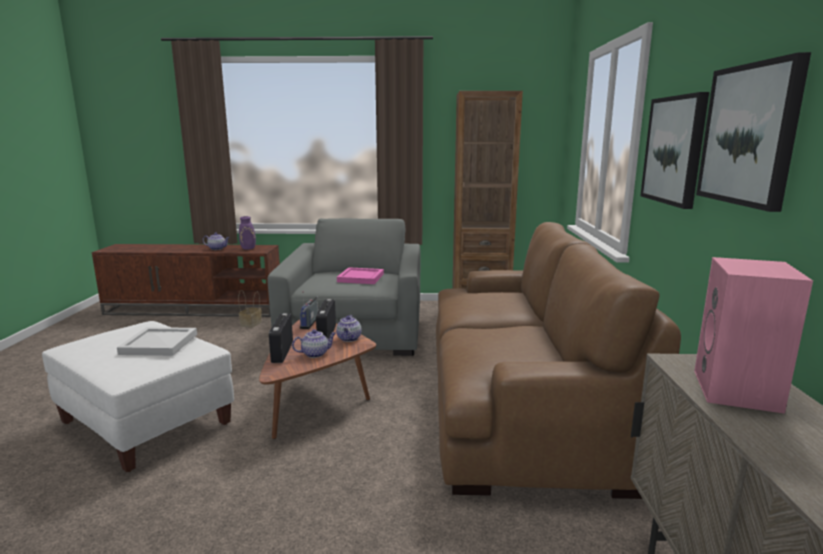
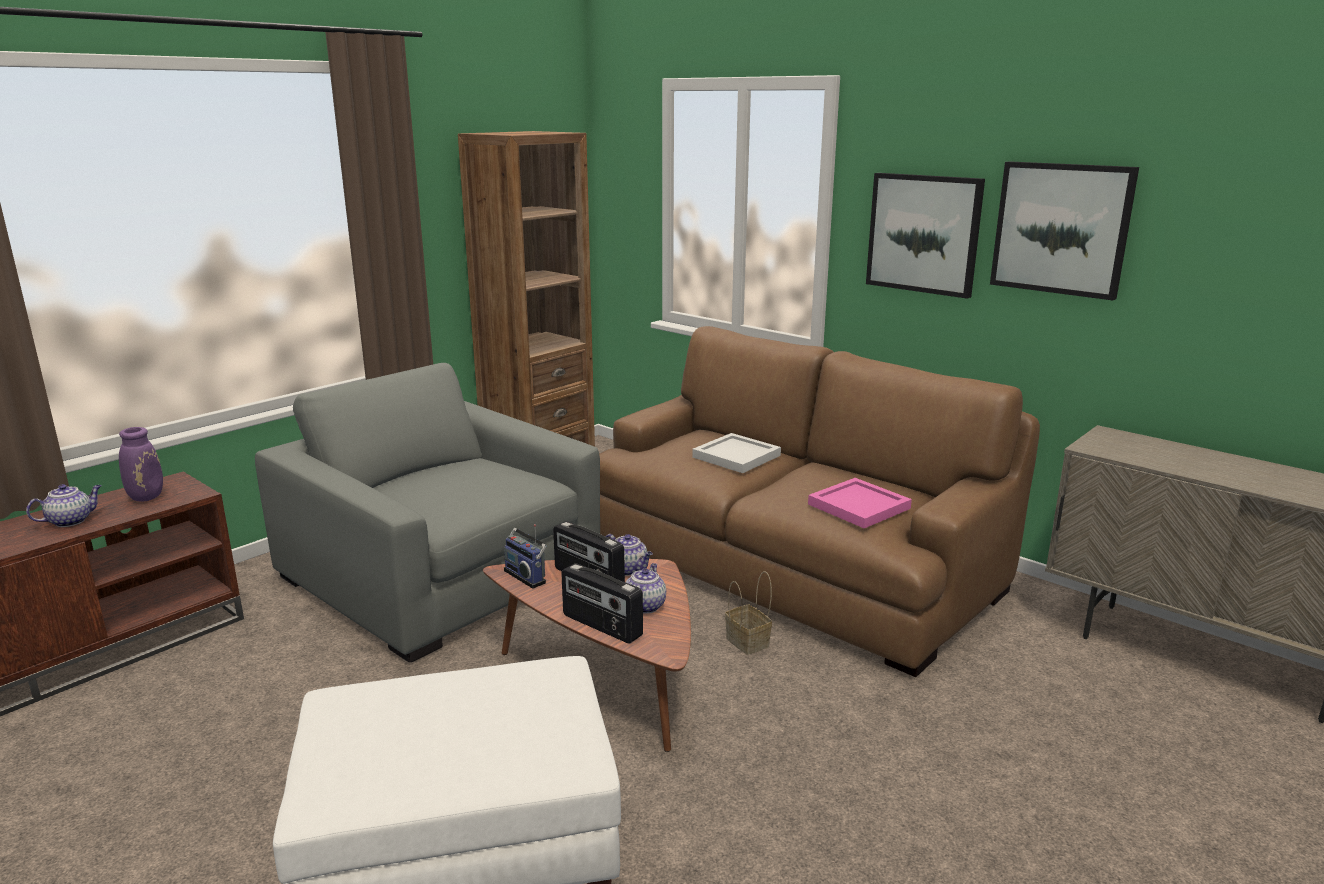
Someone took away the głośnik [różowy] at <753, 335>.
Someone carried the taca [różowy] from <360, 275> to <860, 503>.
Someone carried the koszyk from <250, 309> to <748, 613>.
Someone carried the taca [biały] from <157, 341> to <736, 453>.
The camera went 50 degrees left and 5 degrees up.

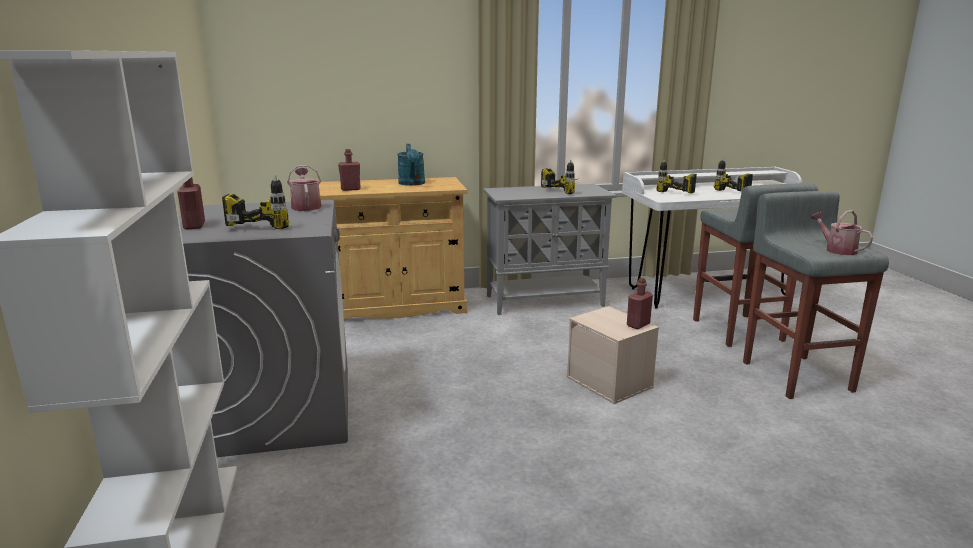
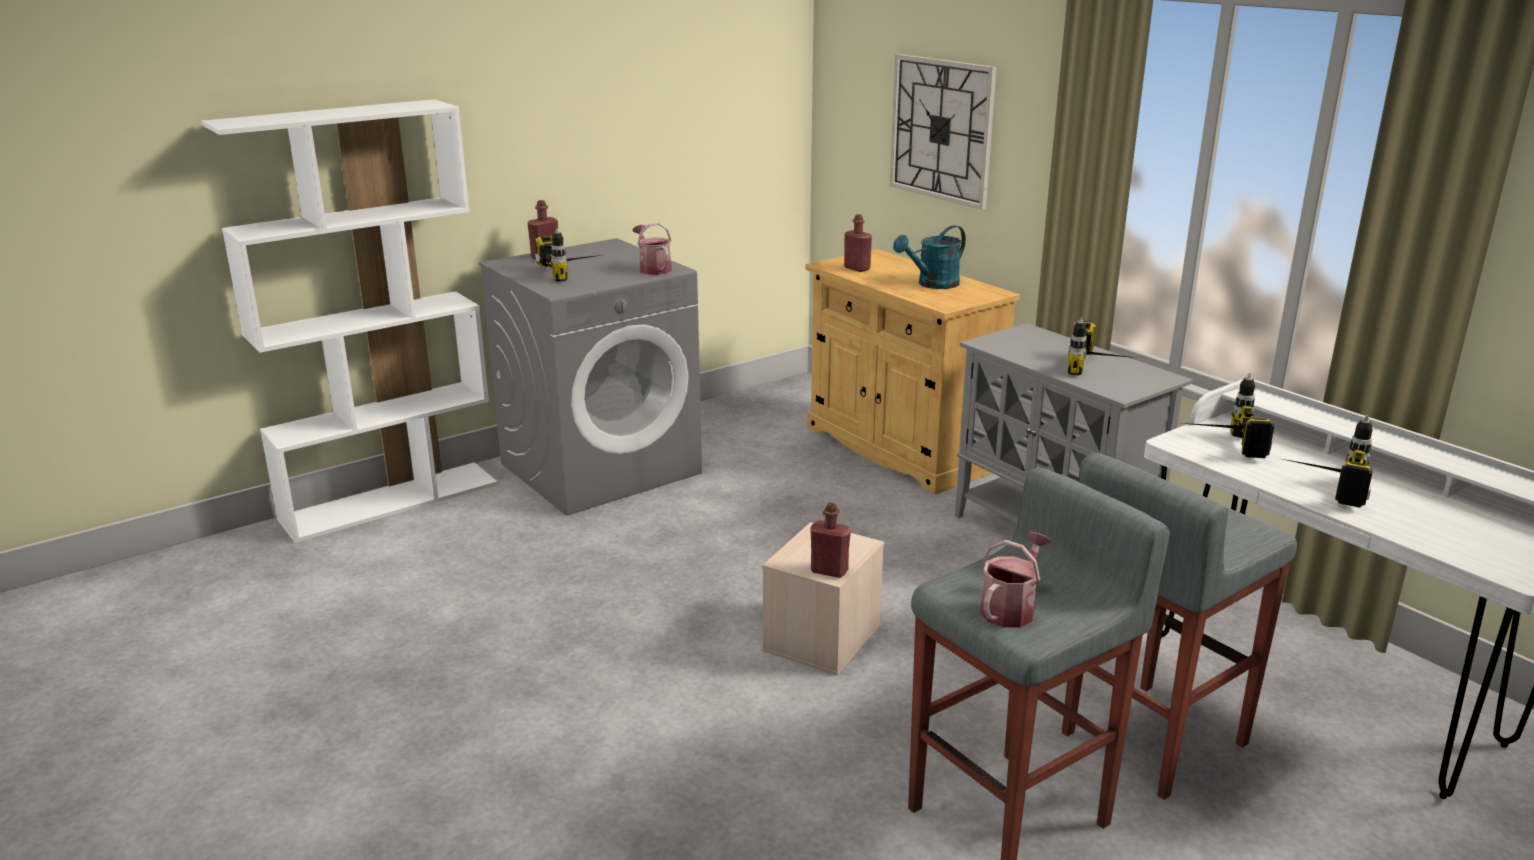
Someone rotated the konewka at <304, 188> by 75 degrees counterclockwise.
Someone put up the zegar ścienny at <943, 132>.
The camera went 65 degrees right and 5 degrees up.

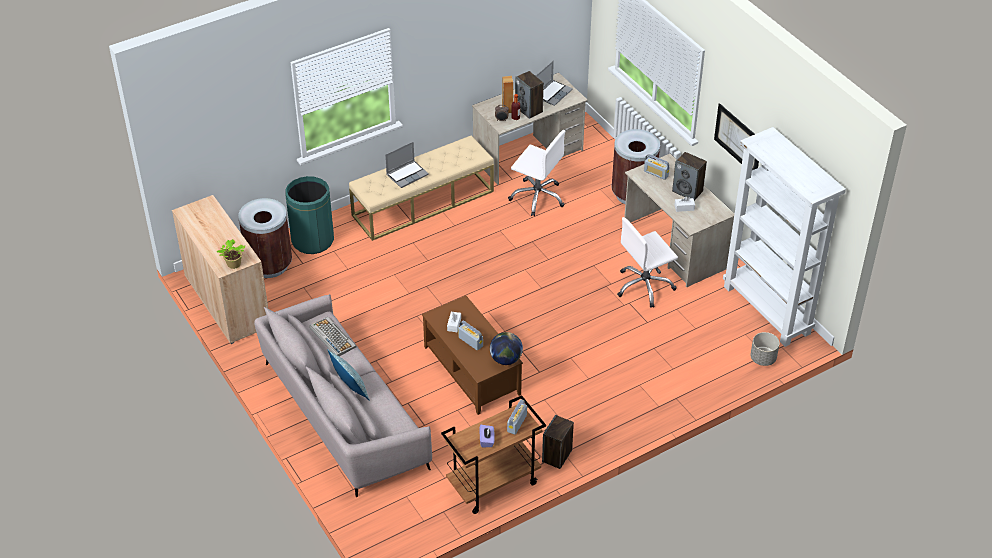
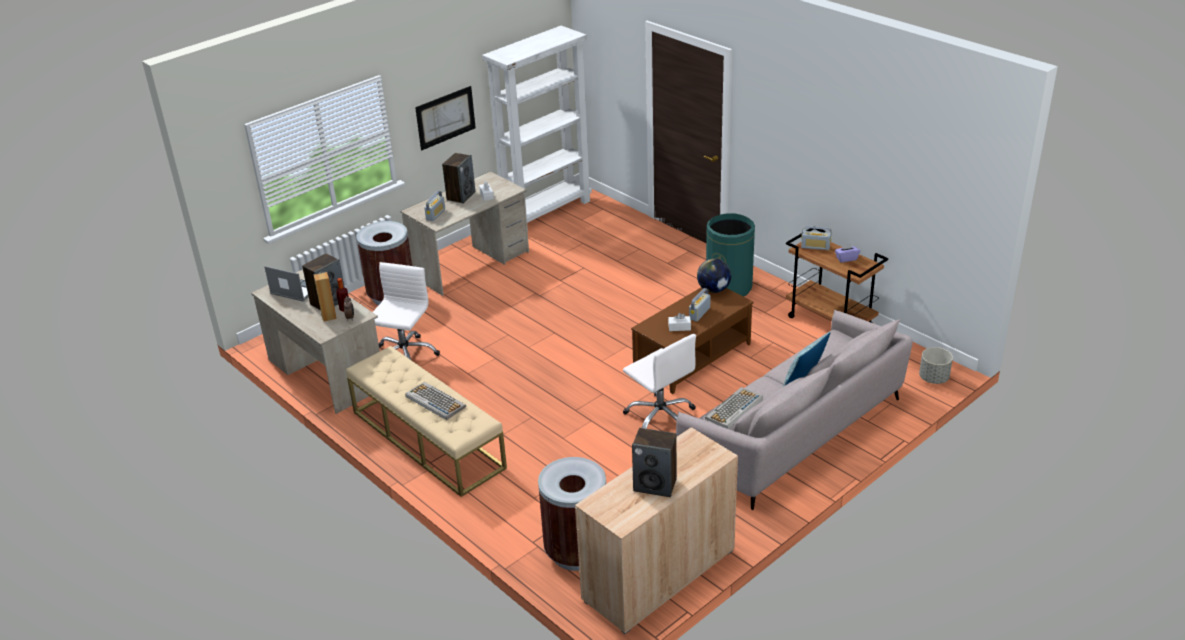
Someone swapped the laptop at <407, 165> for the klawiatura at <435, 401>.
Someone carried the kosz na śmieci [zielony] from <309, 215> to <730, 254>.
Someone carried the krzesło biurowe [biały] from <647, 262> to <659, 381>.
Someone took away the roślina doniczkowa at <231, 254>.
Someone carried the donica [szary] from <765, 349> to <936, 365>.
Someone carried the głośnik from <558, 442> to <654, 462>.
The camera went 100 degrees left and 10 degrees down.

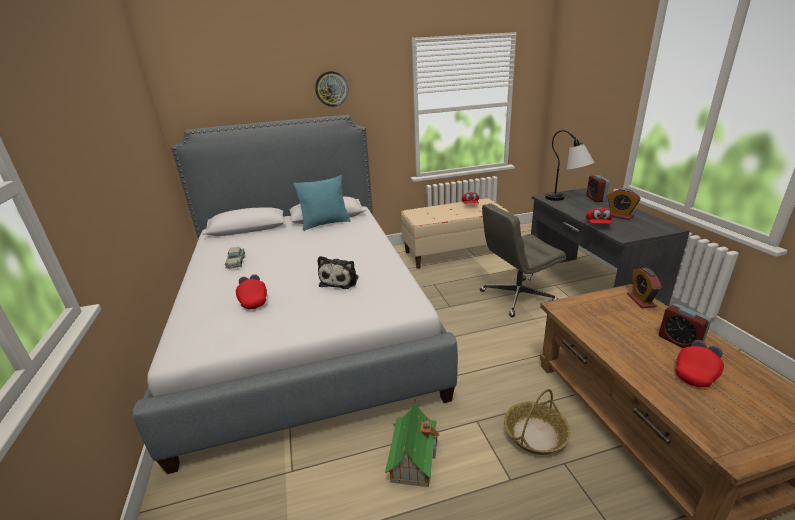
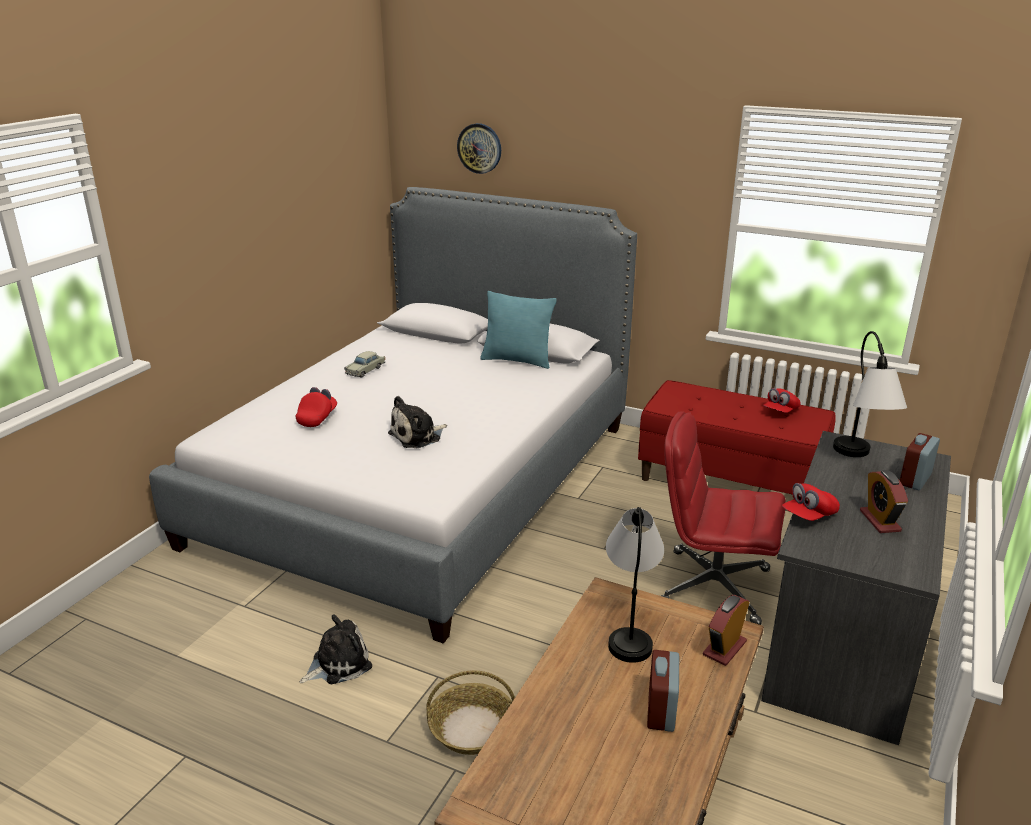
Someone carried the zegar ścienny from <331, 89> to <479, 148>.
Someone repainted the ławka [beżowy] at <455, 233>, which became the ławka [czerwony] at <737, 437>.
Someone repainted the krzesło biurowe [szary] at <523, 260>, which became the krzesło biurowe [czerwony] at <723, 518>.
Someone took away the czapka z daszkiem [czerwony] at <700, 363>.
Someone swapped the domek at <412, 443> for the pluszak at <336, 649>.
Someone put down the lampa stołowa at <635, 585>.
The camera went 40 degrees right and 0 degrees up.

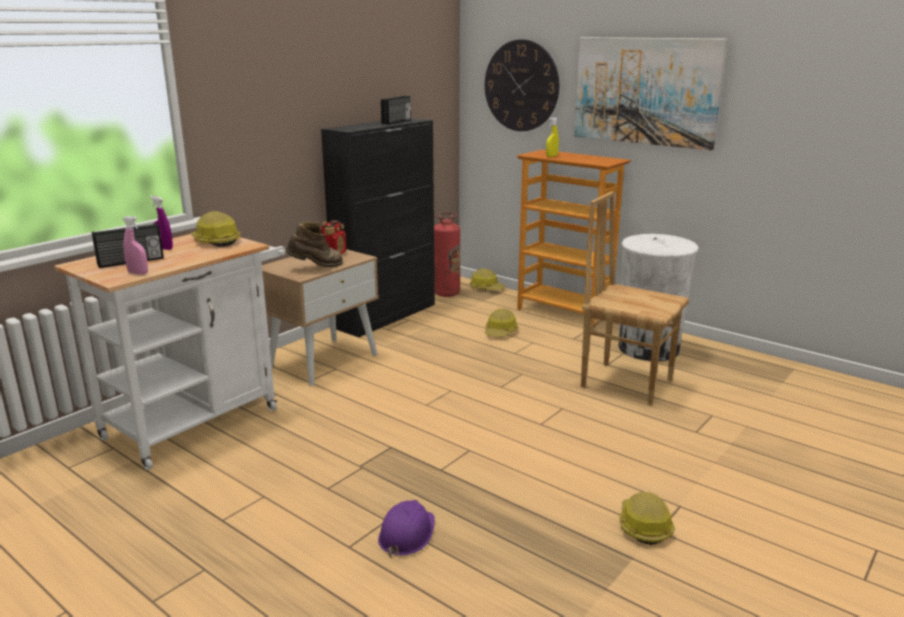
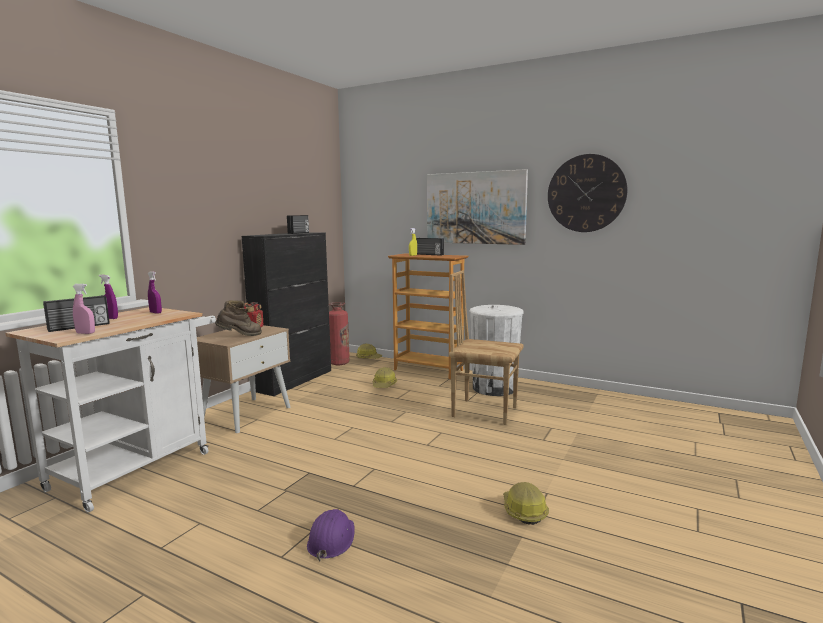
Someone carried the zegar ścienny from <522, 85> to <588, 193>.
Someone swapped the kask at <216, 229> for the spryskiwacz [fioletowy] at <155, 292>.
Someone put down the radio at <430, 247>.
The camera went 10 degrees left and 10 degrees down.

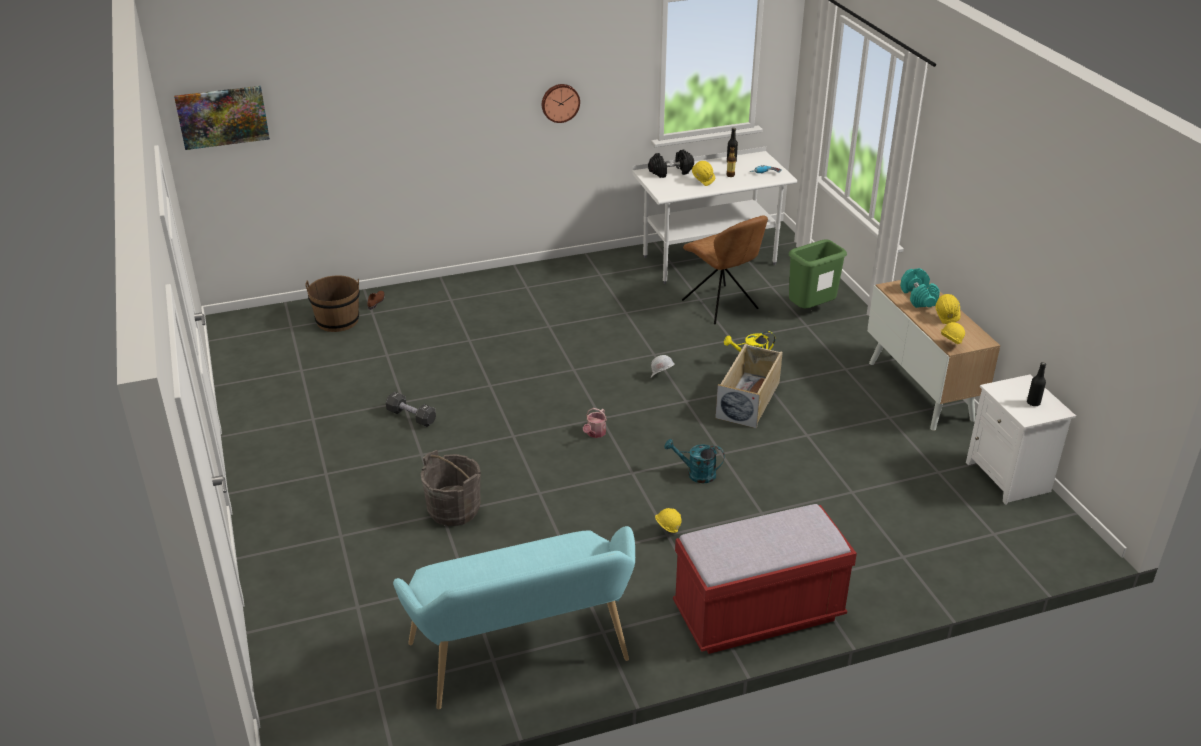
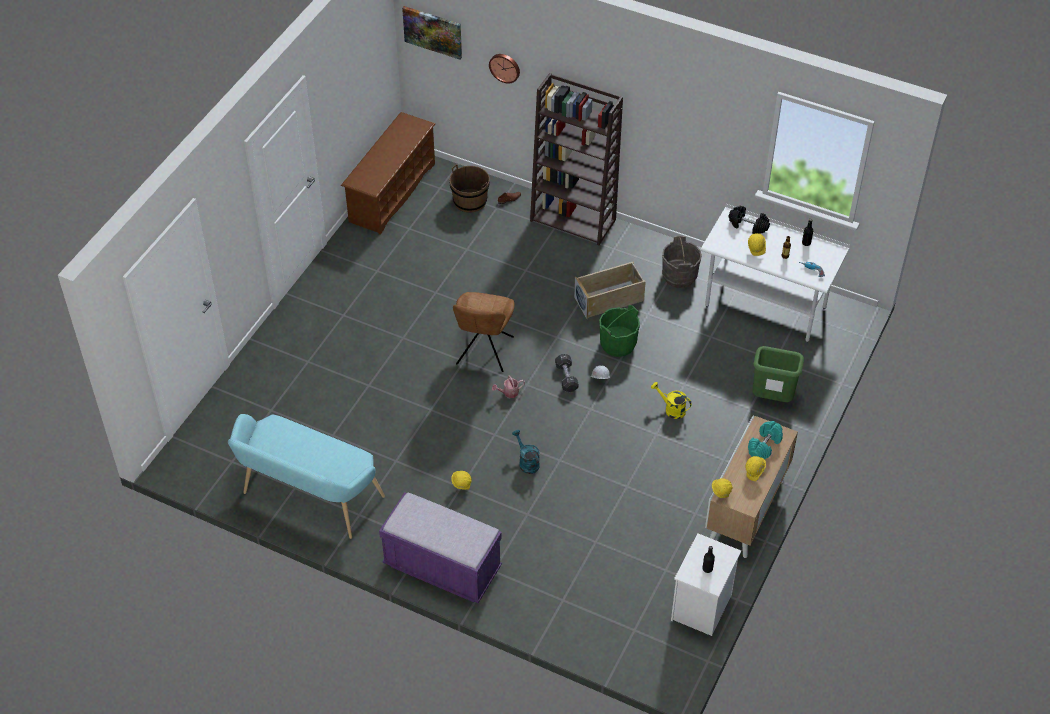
Someone carried the zegar ścienny from <561, 103> to <504, 69>.
Someone carried the krzesło [brązowy] from <725, 269> to <484, 332>.
Someone carried the pojemnik do przechowywania [beżowy] from <749, 386> to <610, 290>.
Someone carried the hantel [czarny] from <411, 409> to <566, 373>.
Someone carried the wiadro [szary] from <451, 488> to <682, 262>.
Someone repainted the ławka [czerwony] at <765, 579>, which became the ławka [fioletowy] at <440, 548>.
Someone put down the regał [brązowy] at <576, 159>.
Someone put down the regał na buty [brązowy] at <388, 173>.
Someone put down the wiadro [zielony] at <619, 331>.
The camera went 45 degrees right and 15 degrees up.

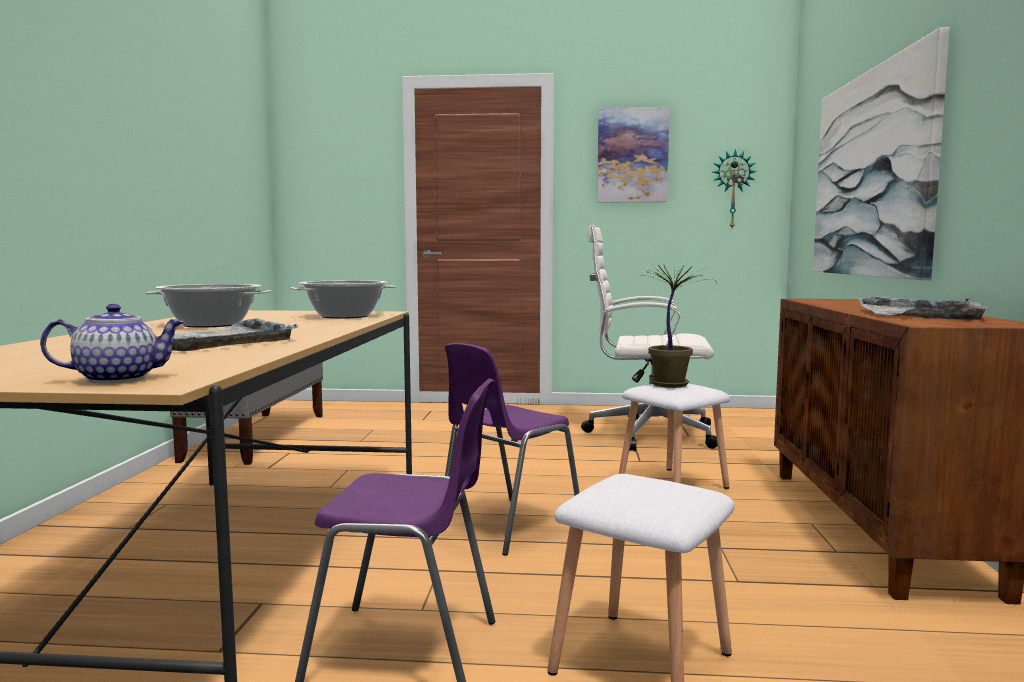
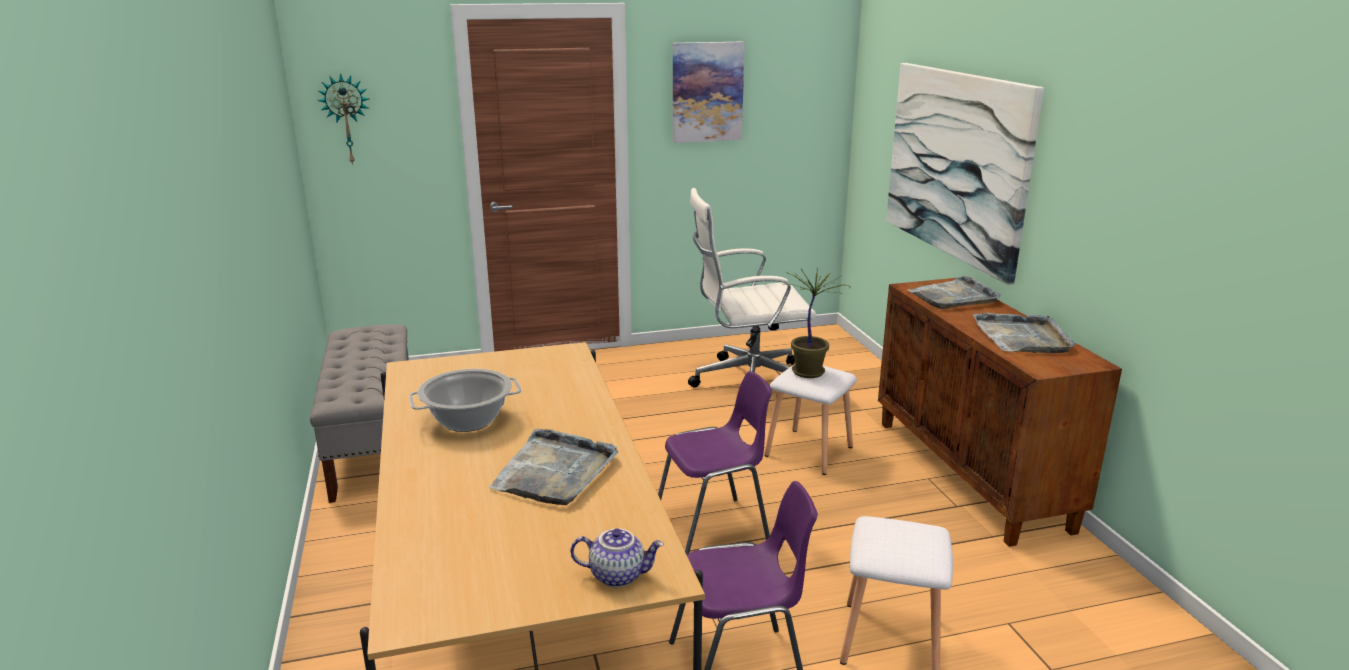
Someone carried the zegar ścienny from <735, 189> to <343, 119>.
Someone took away the garnek at <343, 299>.
Someone rotated the imbryk at <112, 343> by 45 degrees clockwise.
Someone rotated the krzesło [fioletowy] at <512, 449> by 135 degrees counterclockwise.
Someone put down the taca [szary] at <954, 292>.
The camera went 20 degrees left and 15 degrees up.

